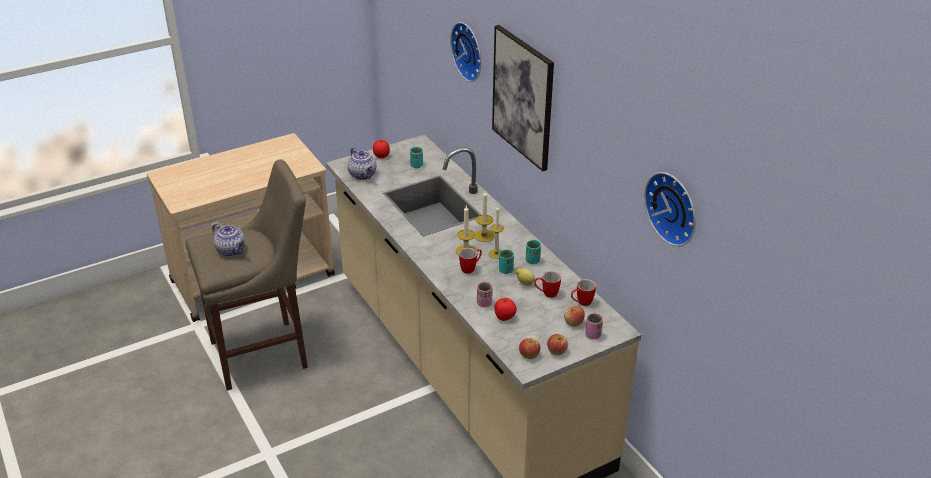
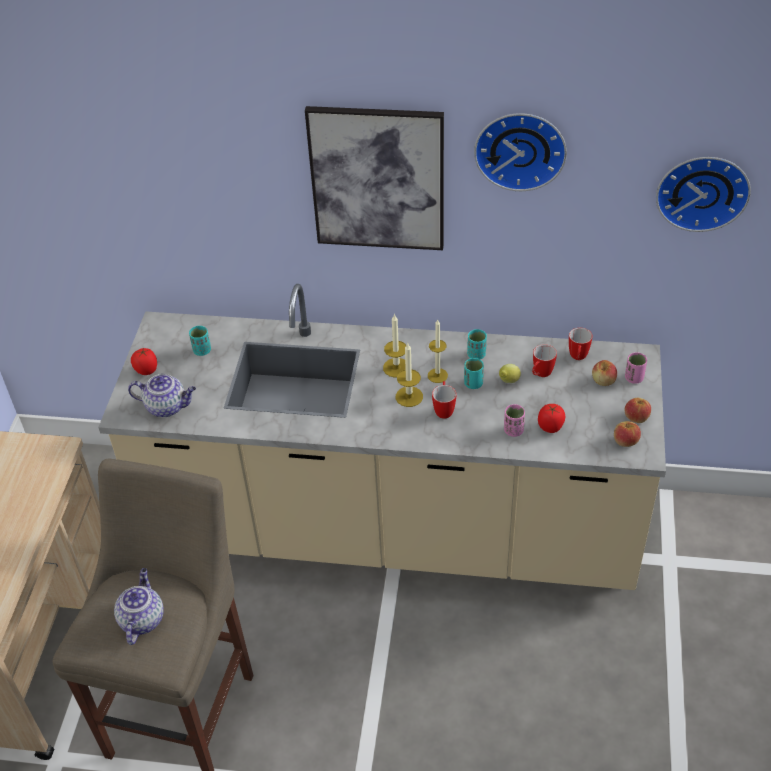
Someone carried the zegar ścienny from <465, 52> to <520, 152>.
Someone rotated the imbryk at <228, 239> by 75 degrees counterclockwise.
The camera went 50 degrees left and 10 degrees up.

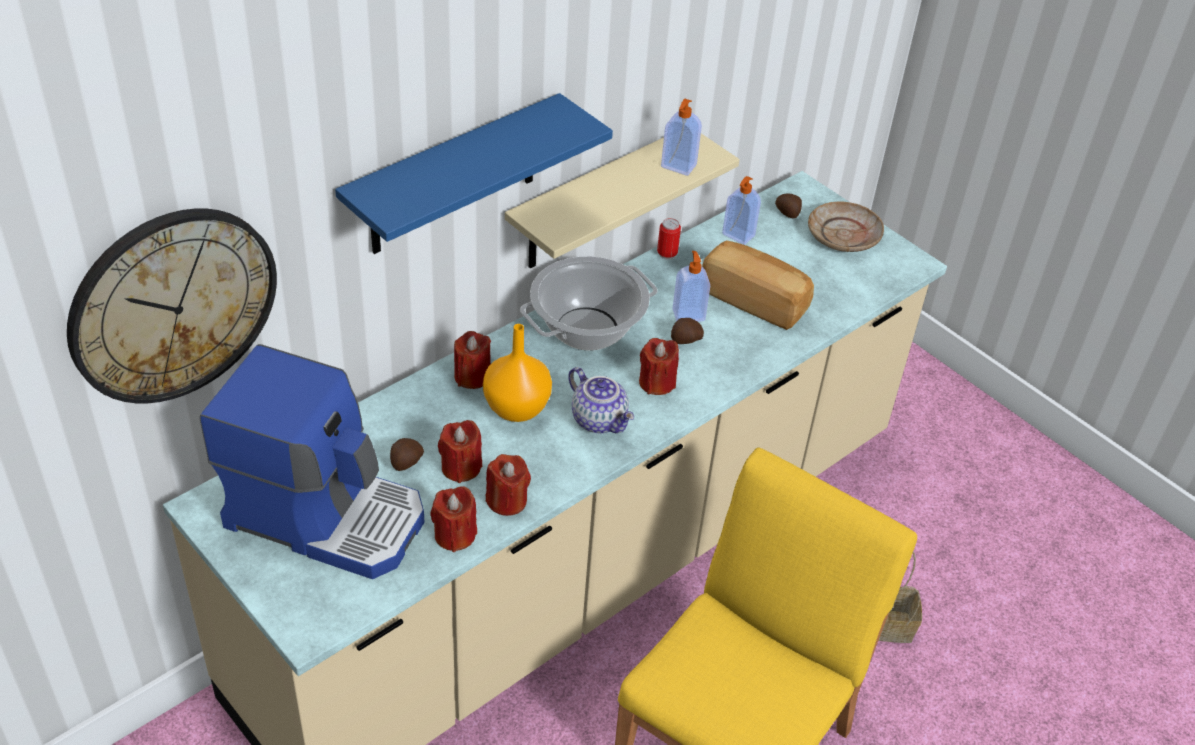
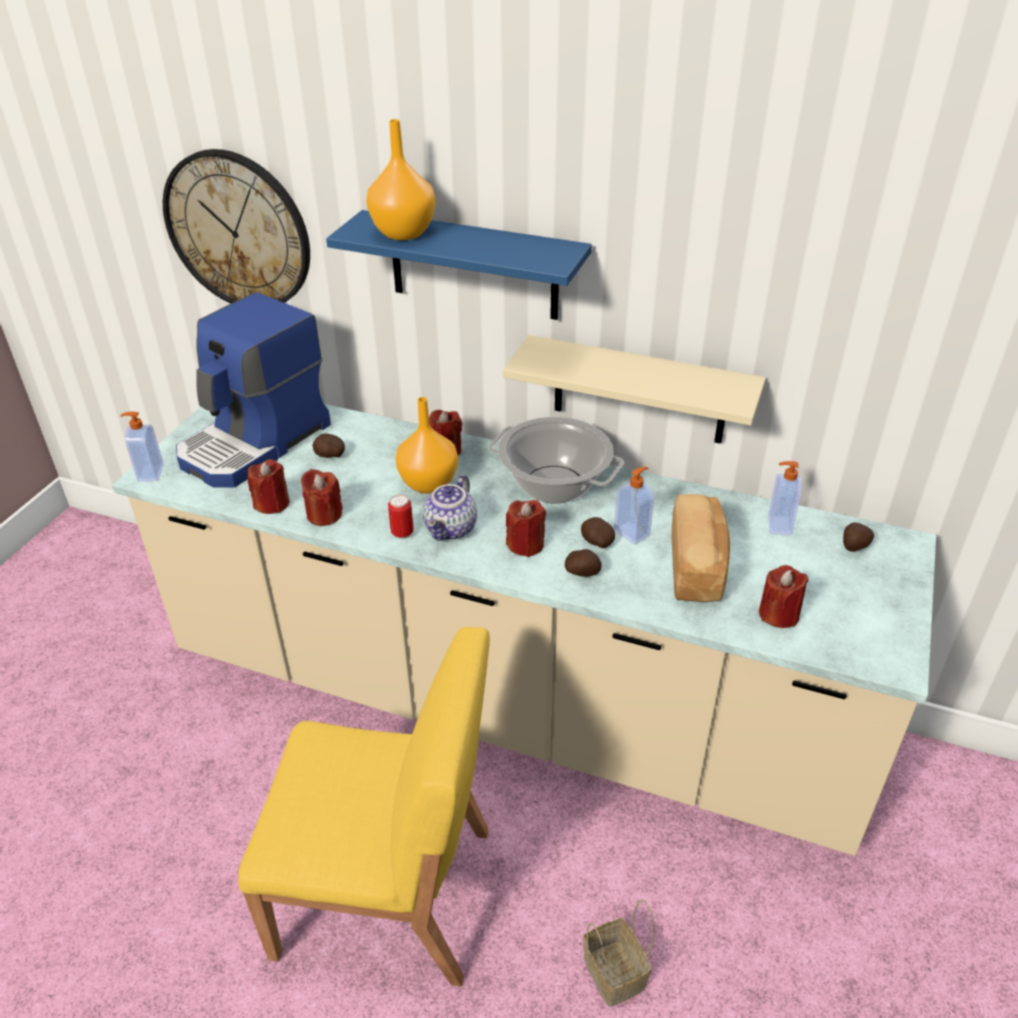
Someone carried the dozownik mydła from <681, 137> to <142, 447>.
Someone took away the talerz [beżowy] at <846, 227>.
Someone carried the puszka from <669, 239> to <401, 517>.
Someone rotated the ekspres do kawy at <312, 461> by 45 degrees clockwise.
Someone carried the świeca [czerwony] from <460, 451> to <784, 596>.
Someone put down the wazon [pomarańczowy] at <400, 179>.
Someone put down the ziemniak at <583, 563>.
The camera went 65 degrees right and 5 degrees down.

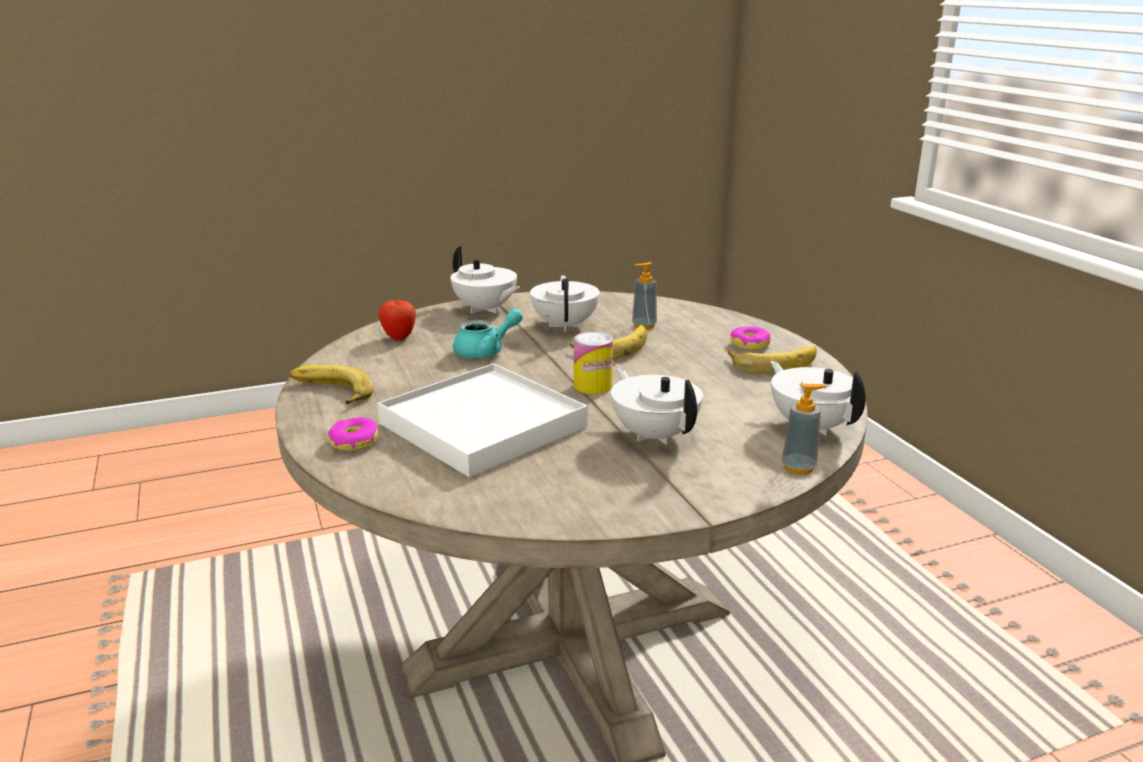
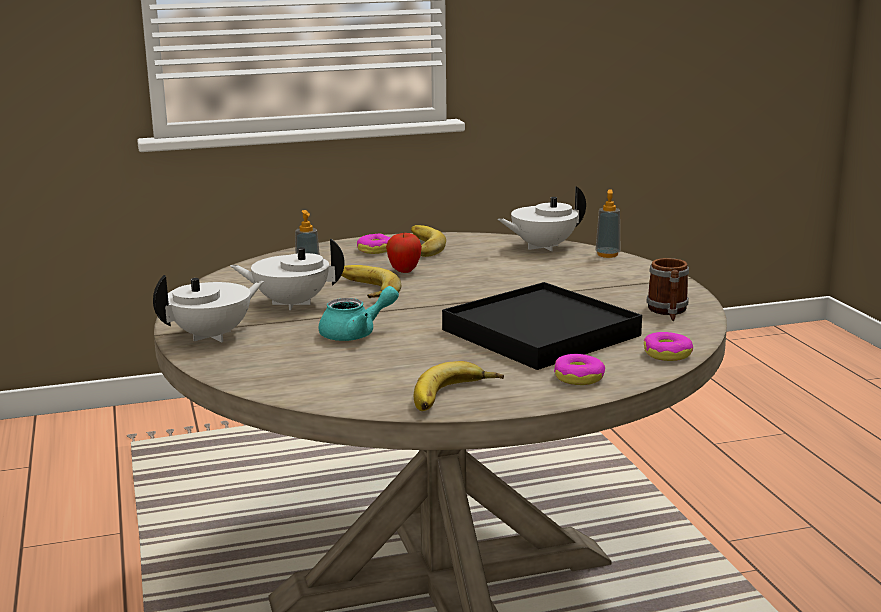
Someone carried the jabłko from <397, 320> to <404, 253>.
Someone rotated the imbryk [turkusowy] at <488, 334> by 90 degrees clockwise.
Someone took away the puszka at <593, 363>.
Someone repainted the taca [biały] at <482, 420>, which became the taca [czarny] at <542, 326>.
Someone took away the imbryk [biały] at <657, 406>.
Someone put down the kubek at <668, 289>.
Someone put down the donut at <668, 346>.
The camera went 85 degrees left and 5 degrees down.

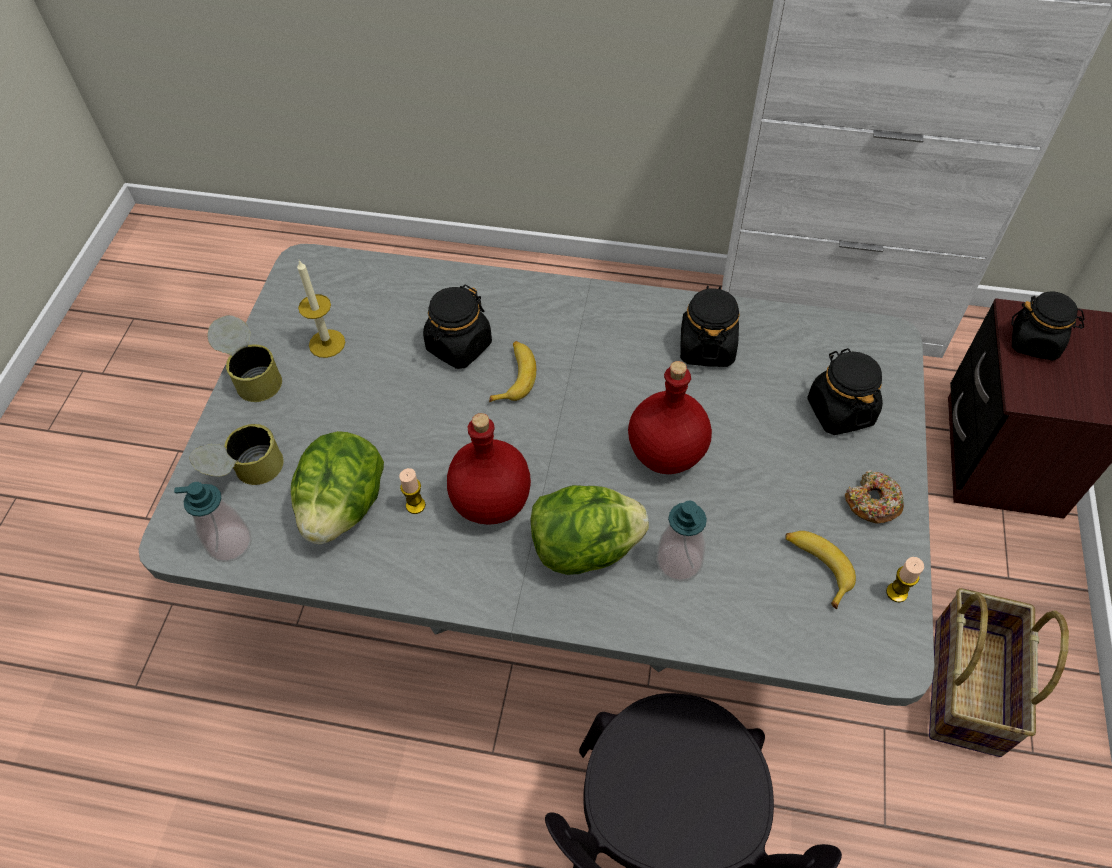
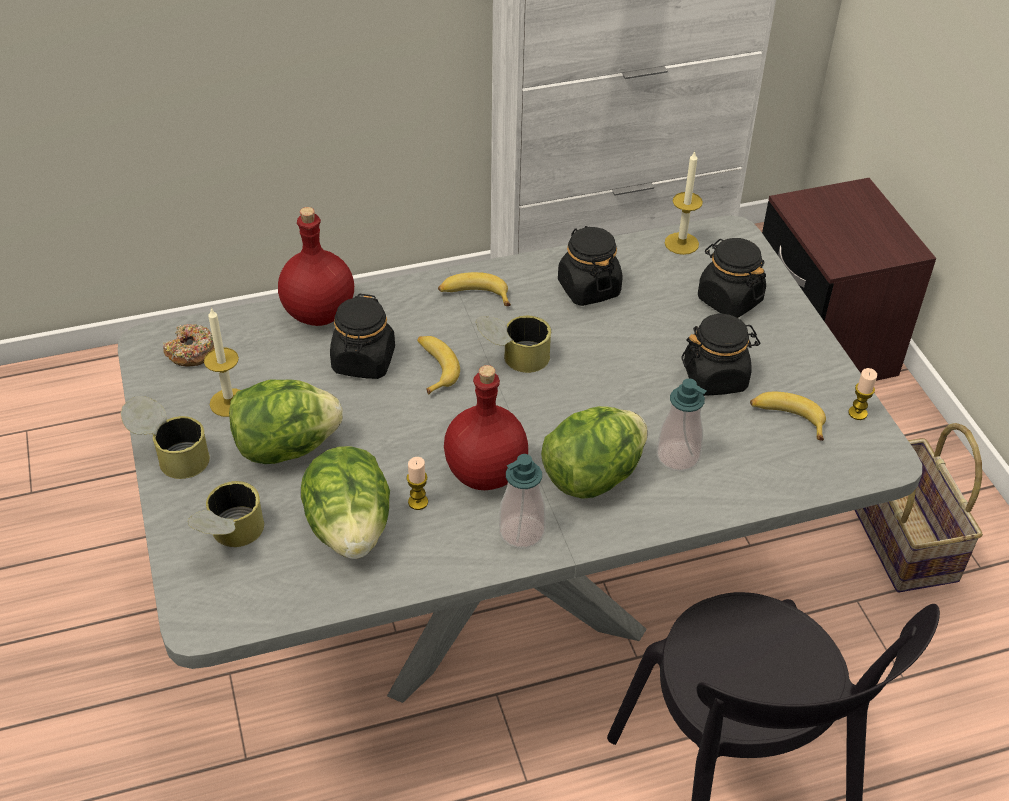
Someone carried the słoik [czarny] from <1048, 326> to <720, 355>.
Someone carried the butelka [czerwony] from <670, 417> to <316, 266>.
Someone carried the donut from <874, 496> to <189, 345>.
Someone carried the dozownik mydła from <213, 522> to <522, 501>.
Someone put down the świeca at <684, 202>.
Someone put down the banan at <474, 289>.
Someone put down the puszka at <513, 344>.
Someone put down the sałata at <286, 421>.
The camera went 30 degrees left and 10 degrees down.

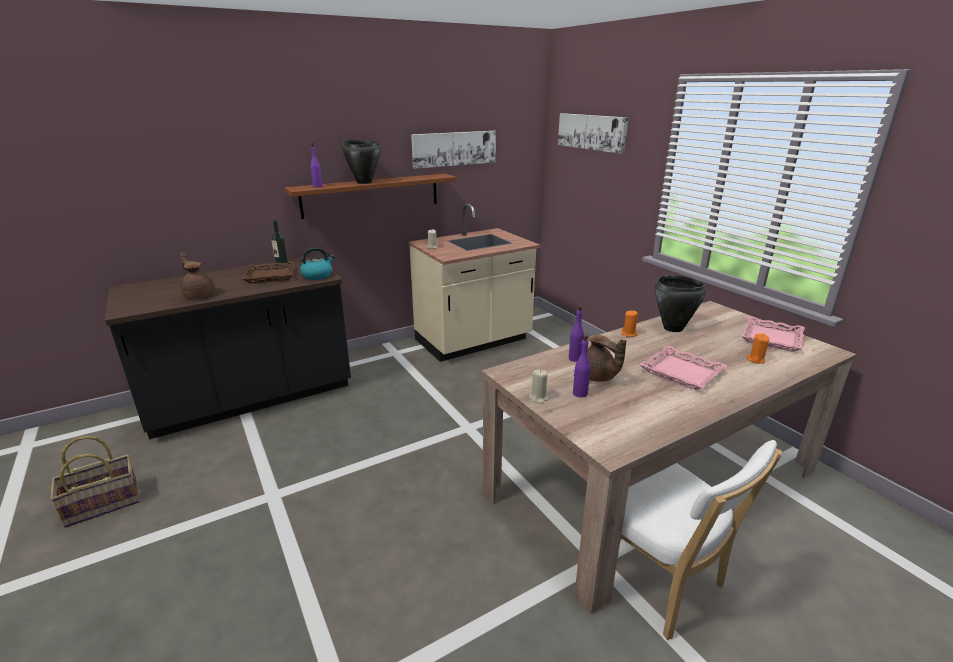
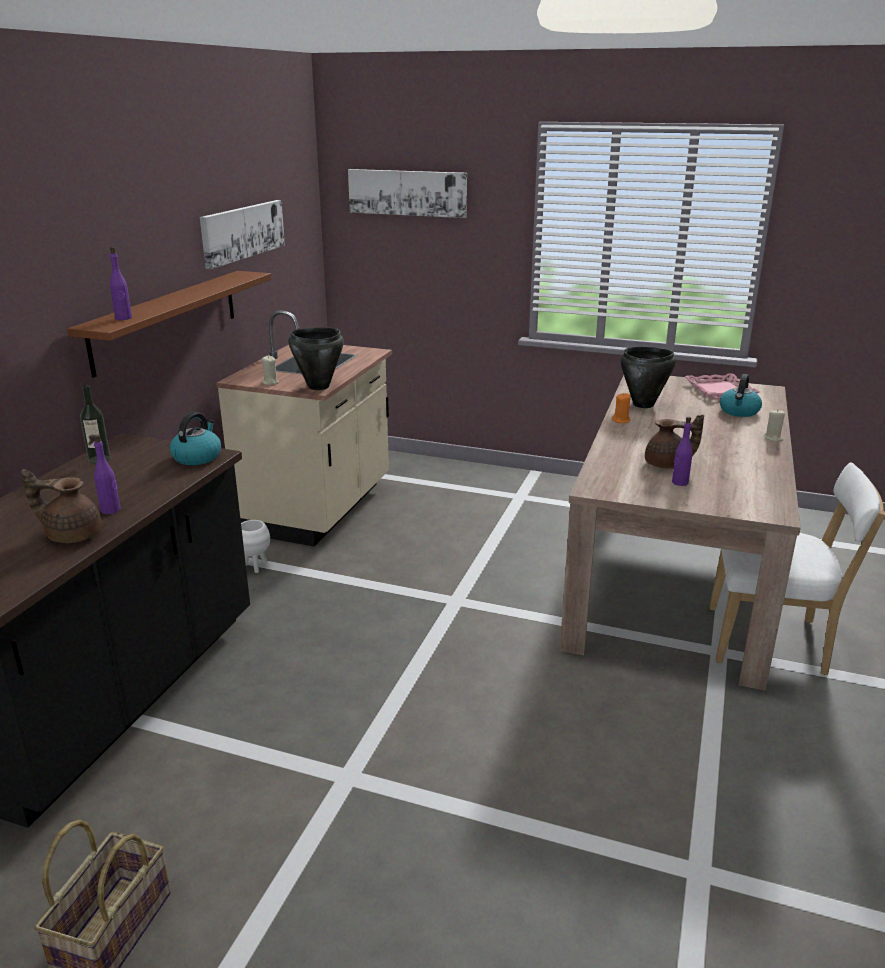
Someone carried the garnek [czarny] from <361, 162> to <316, 358>.
Someone took away the taca [brązowy] at <268, 272>.
Someone carried the butelka [fioletowy] from <576, 333> to <107, 474>.
Someone swapped the świeca [pomarańczowy] at <758, 348> for the czajnik at <741, 395>.
Someone took away the taca [różowy] at <683, 367>.
Someone carried the świeca [beżowy] from <539, 386> to <774, 426>.
Someone put down the donica [biały] at <255, 546>.
The camera went 40 degrees left and 0 degrees up.

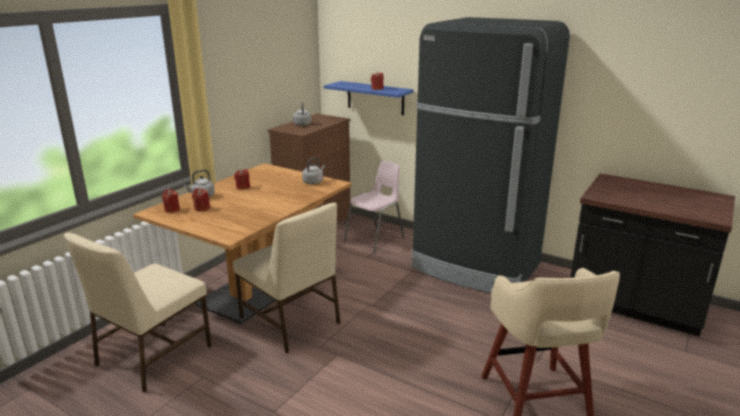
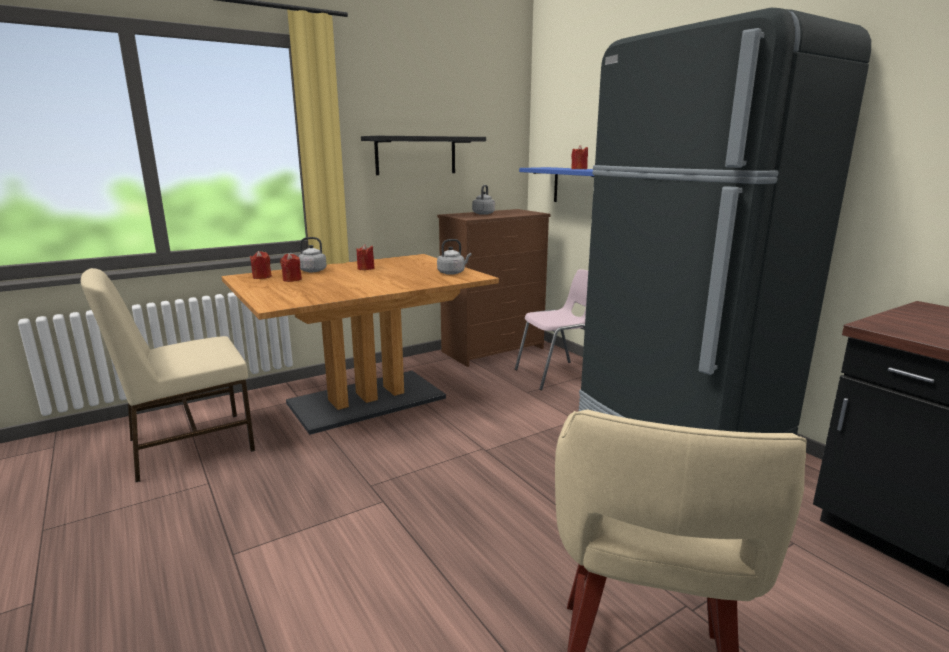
Someone took away the krzesło [beżowy] at <286, 278>.
Someone put up the półka [czarny] at <423, 155>.
The camera went 25 degrees right and 5 degrees down.

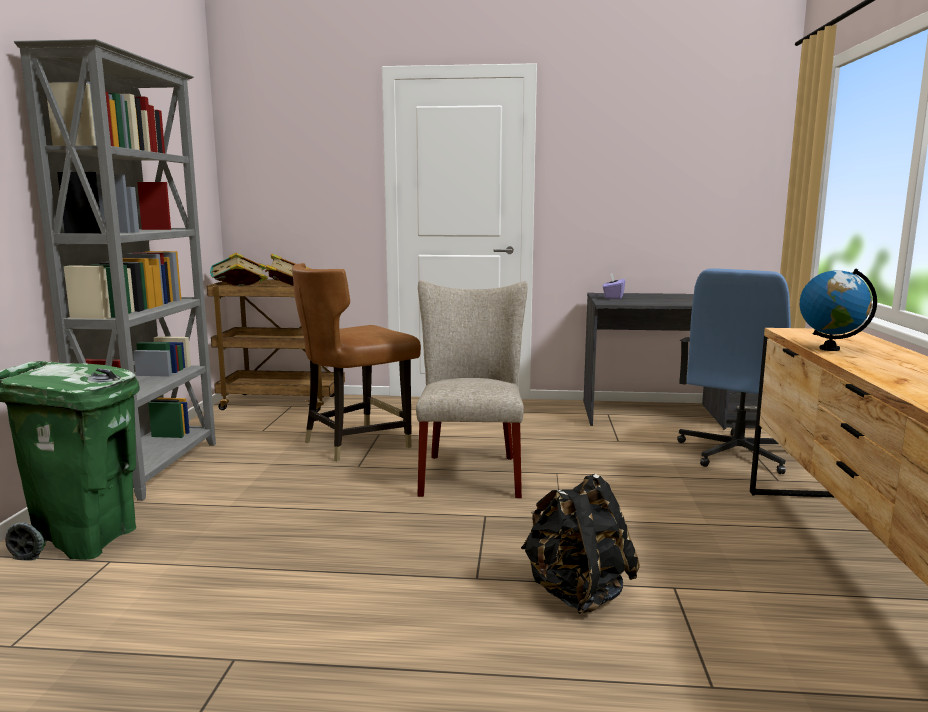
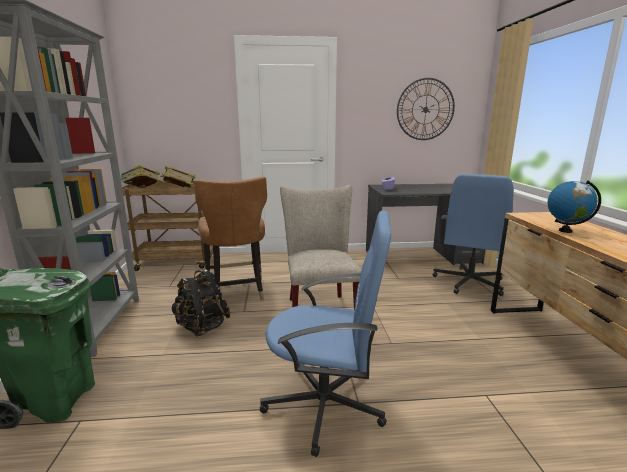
Someone rotated the krzesło [brązowy] at <356, 362> by 60 degrees counterclockwise.
Someone carried the plecak [czarny] from <580, 544> to <201, 303>.
Someone put up the zegar ścienny at <426, 109>.
Someone put down the krzesło biurowe [niebieski] at <325, 334>.
The camera went 10 degrees left and 5 degrees up.

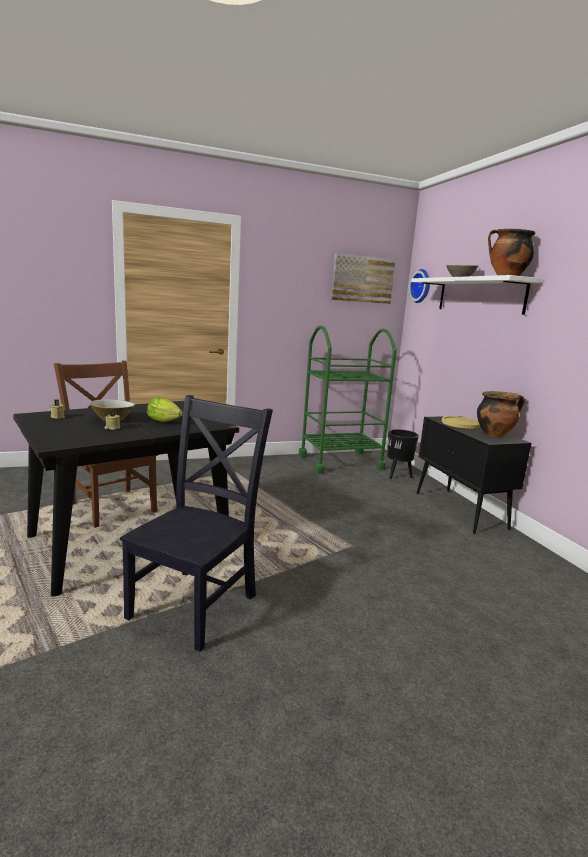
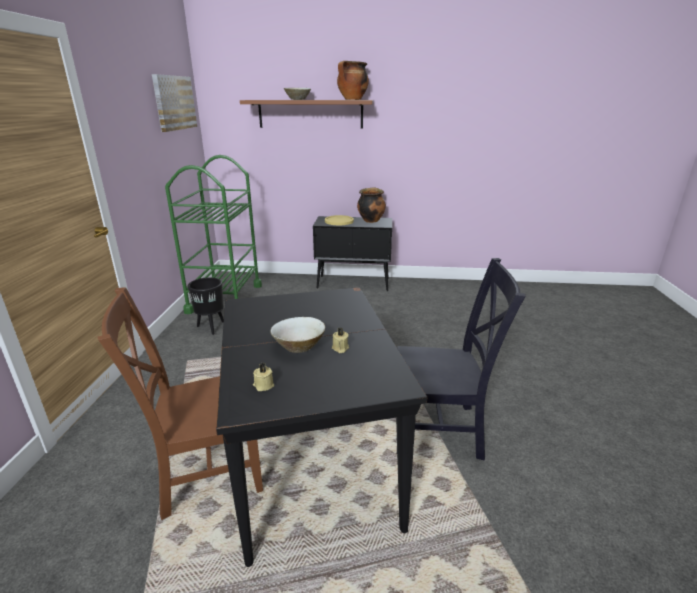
Someone took away the zegar ścienny at <419, 286>.
Someone repainted the półka [biały] at <476, 295>, which became the półka [brązowy] at <306, 114>.
Someone rotated the krzesło [czarny] at <196, 523> by 135 degrees clockwise.
Someone took away the sałata at <165, 409>.
Someone carried the donica [czarny] from <403, 454> to <206, 306>.
The camera went 65 degrees left and 10 degrees up.

